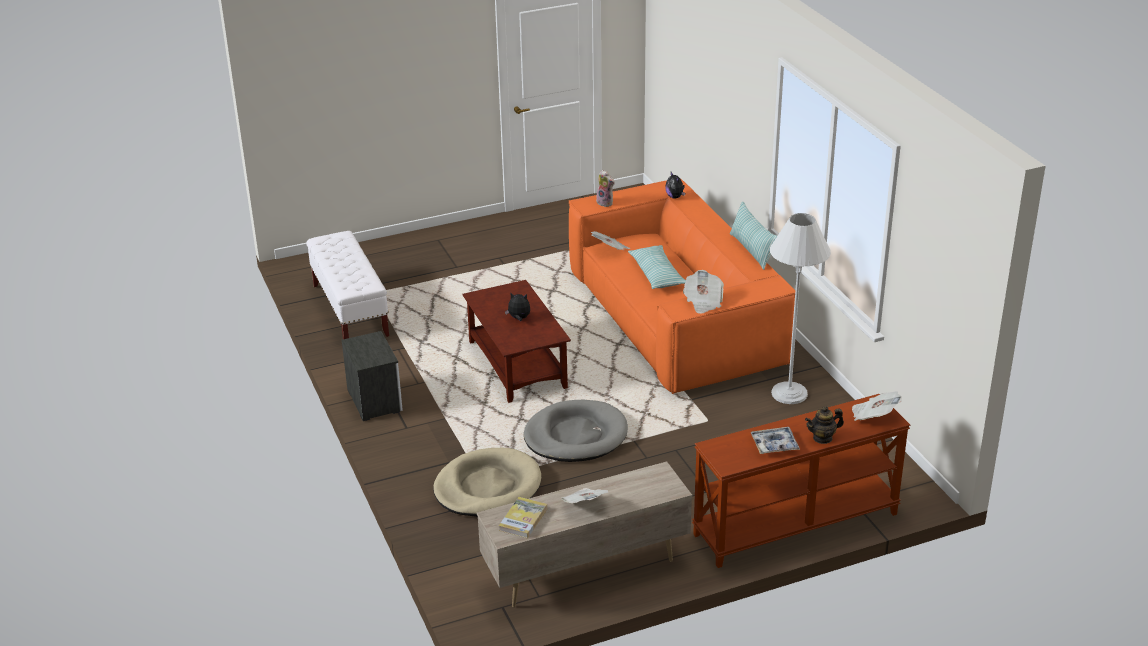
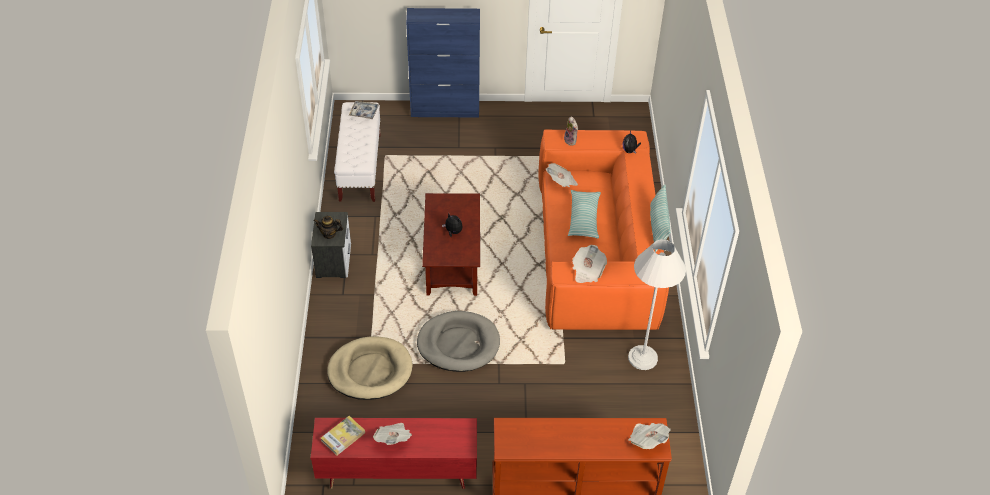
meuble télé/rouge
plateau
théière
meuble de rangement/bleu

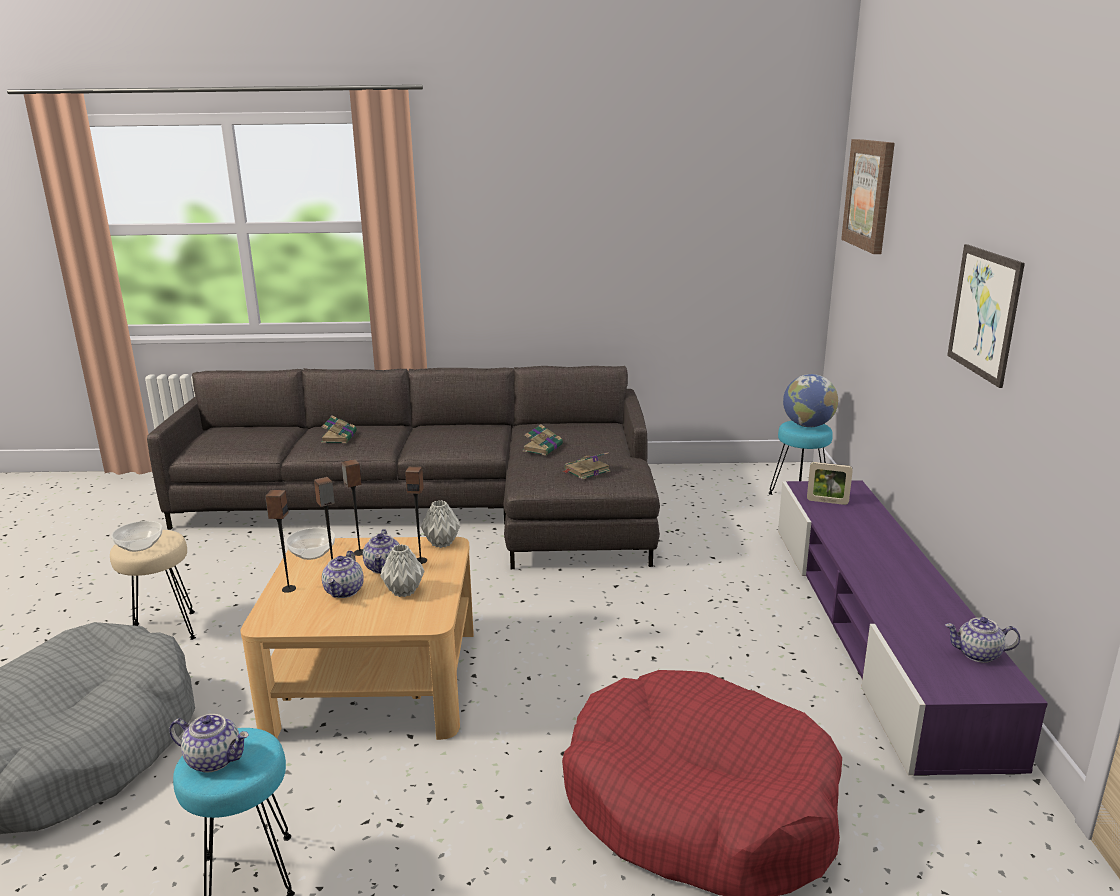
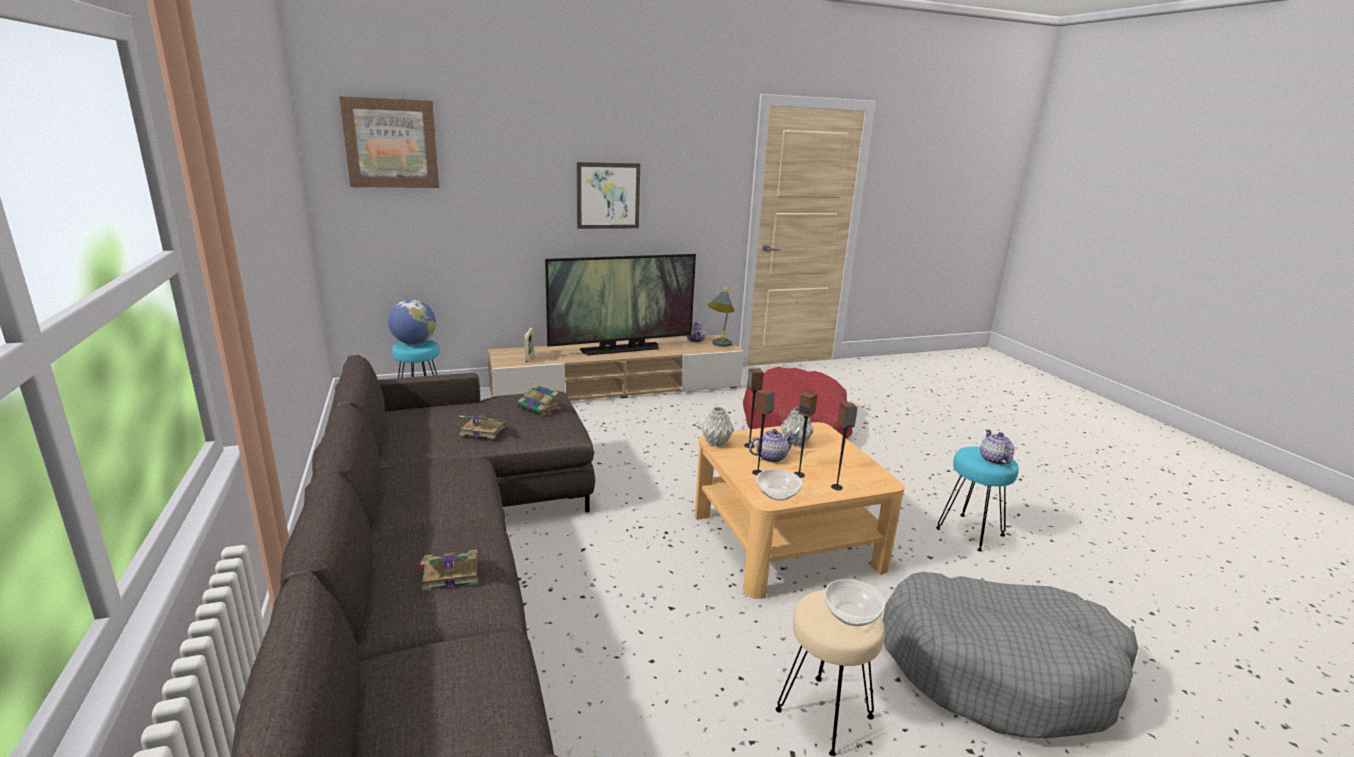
théière (no. 2 from left in the first image)
meuble télé/beige
téléviseur
lampe de table/gris

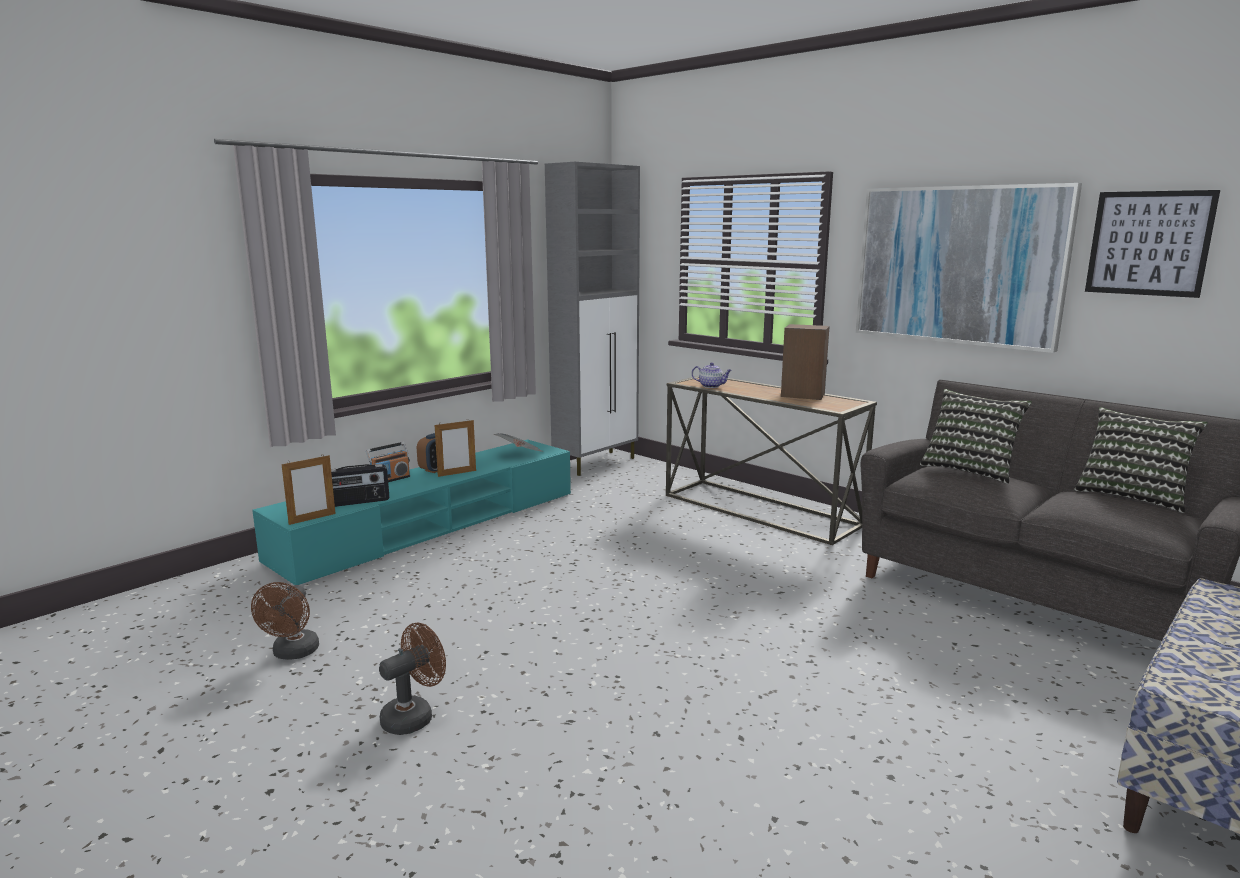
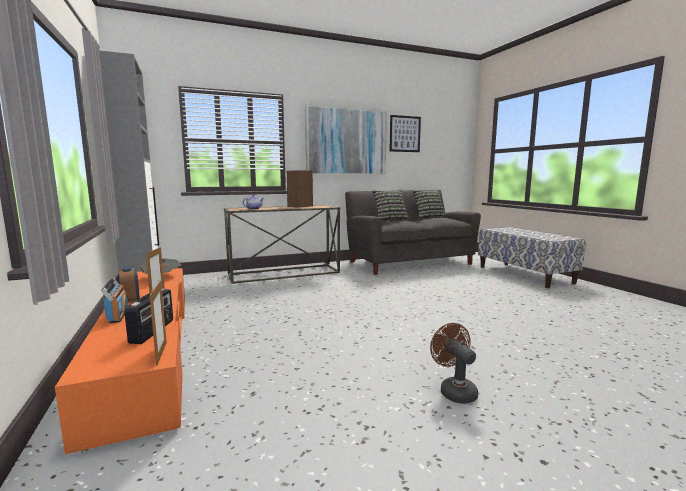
ventilateur/marron (no. 1 from left in the first image)
meuble télé/orange

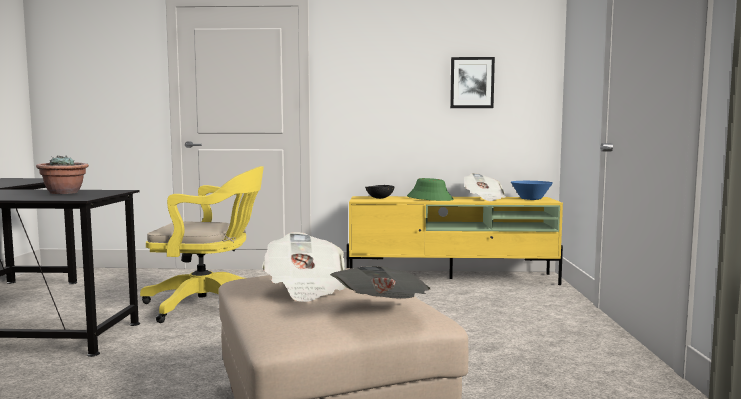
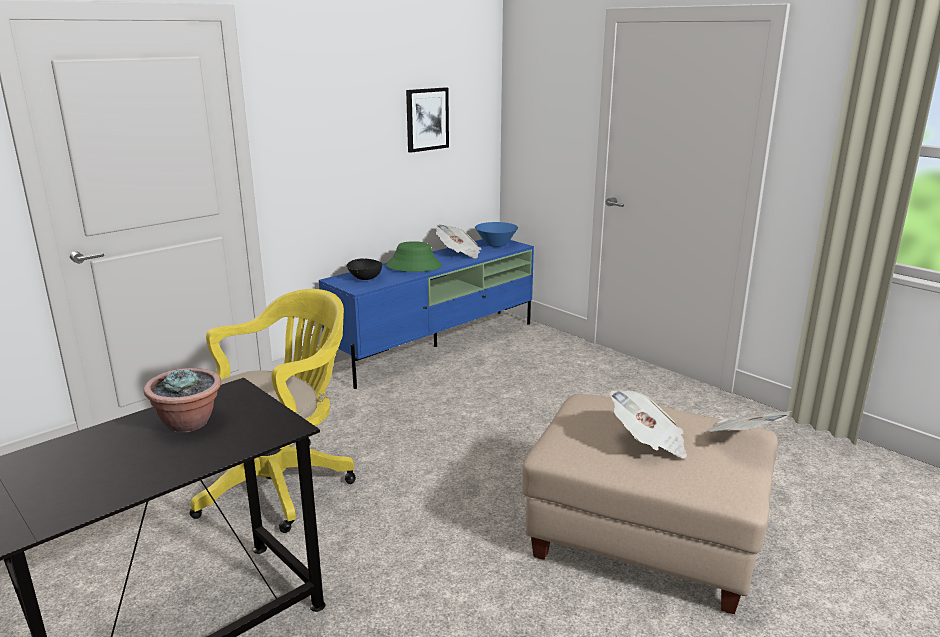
meuble télé/bleu

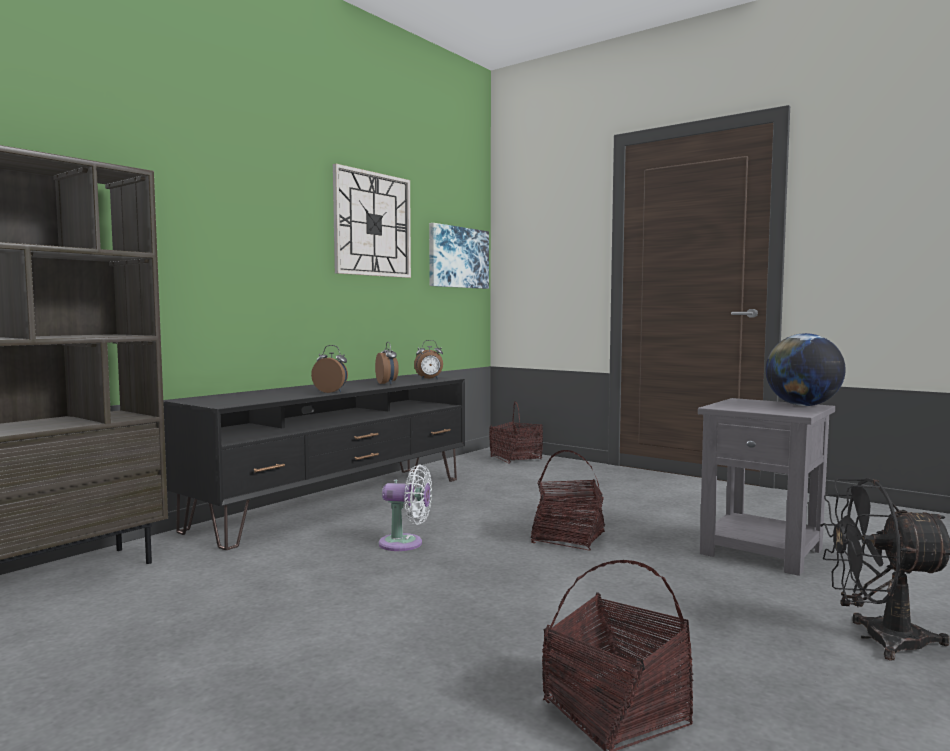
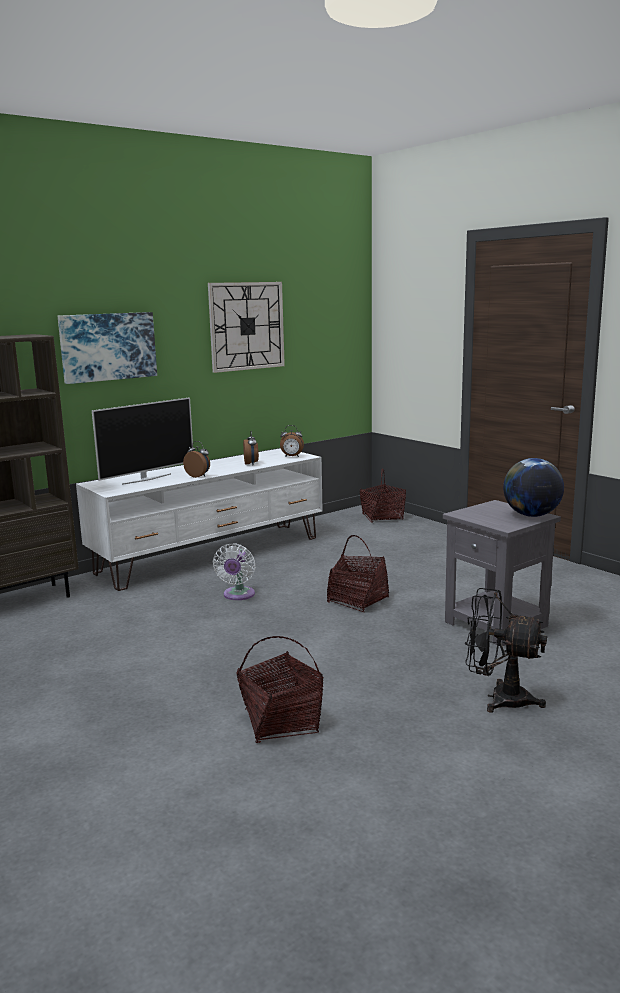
meuble télé/blanc
ventilateur/blanc
tableau
téléviseur

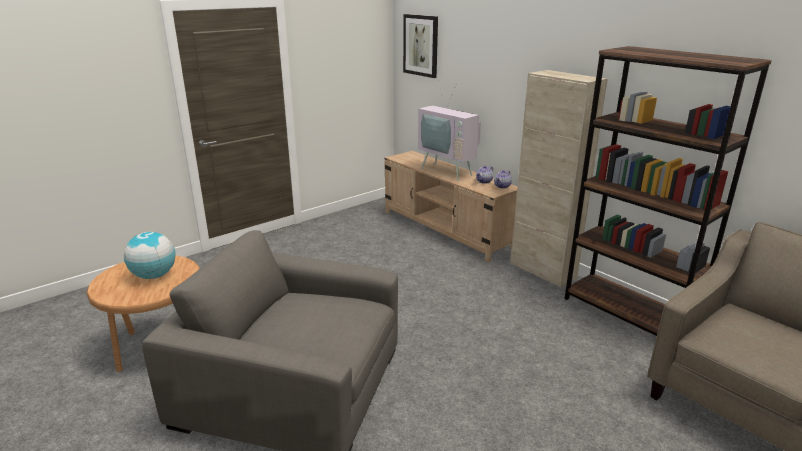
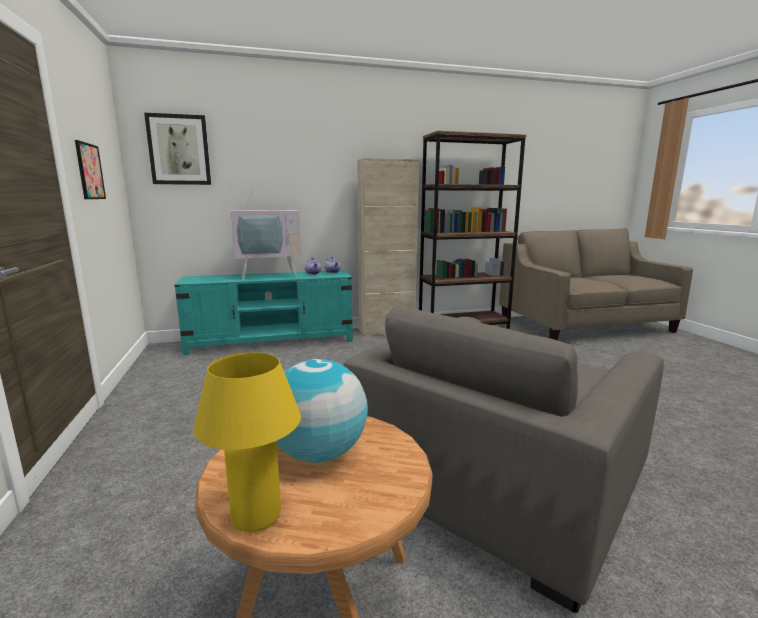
meuble télé/turquoise
tableau (no. 1 from left)
lampe de table/jaune

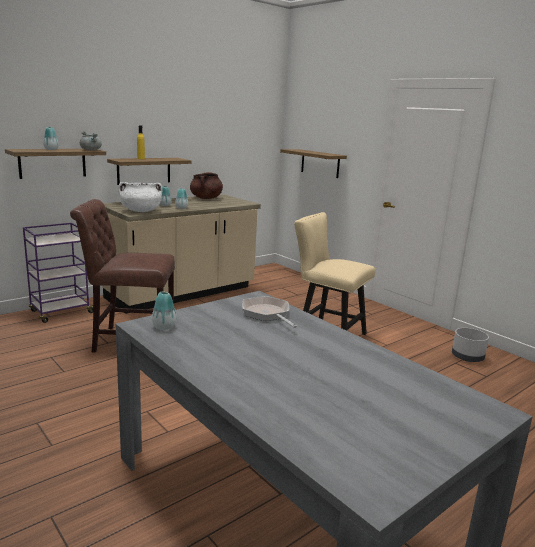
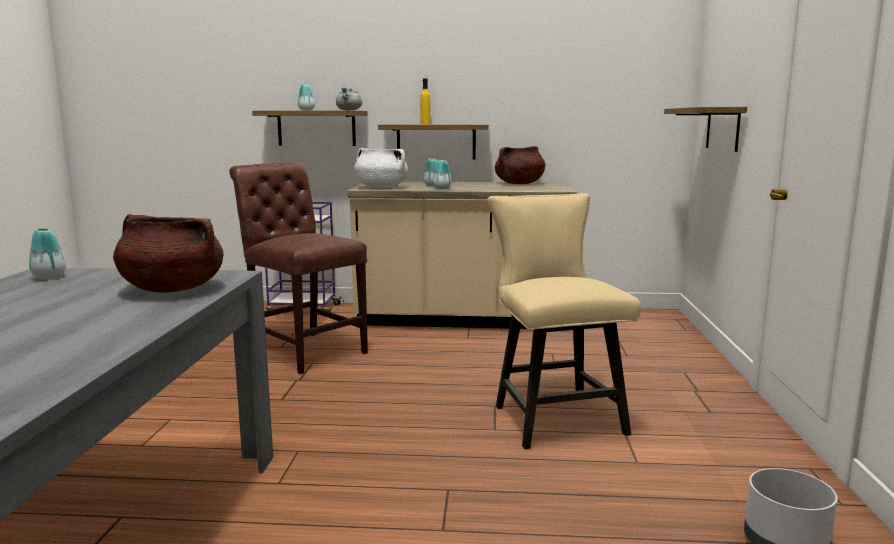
marmite/marron (no. 1 from left)

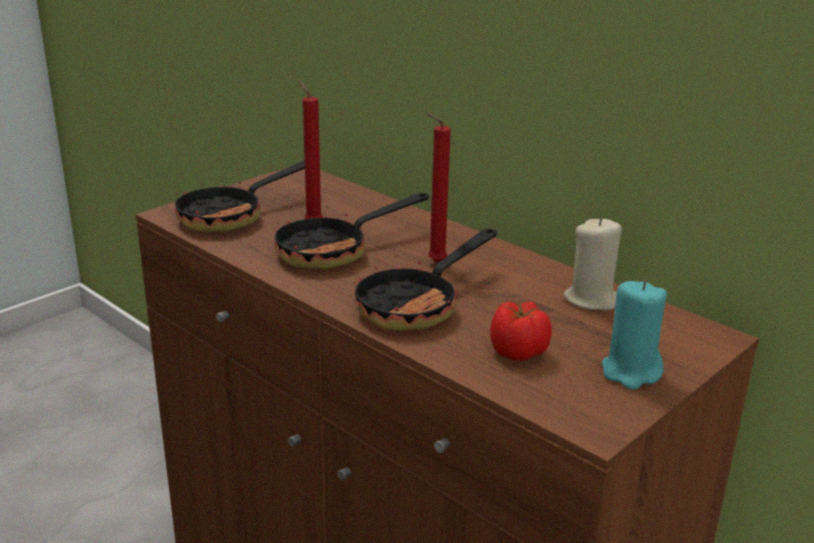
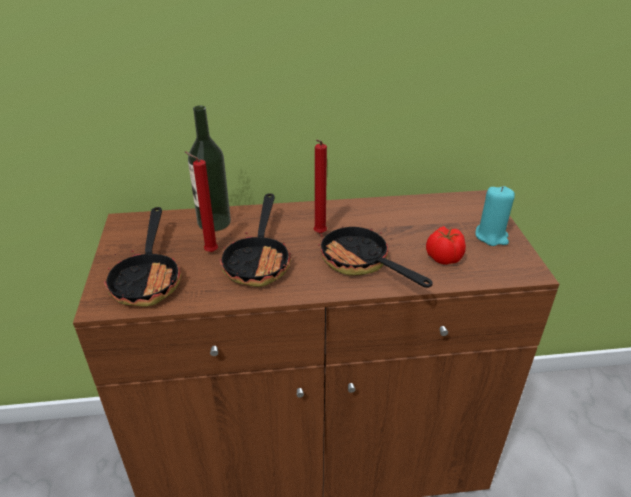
poêle (no. 3 from left)
bougie/beige
bouteille

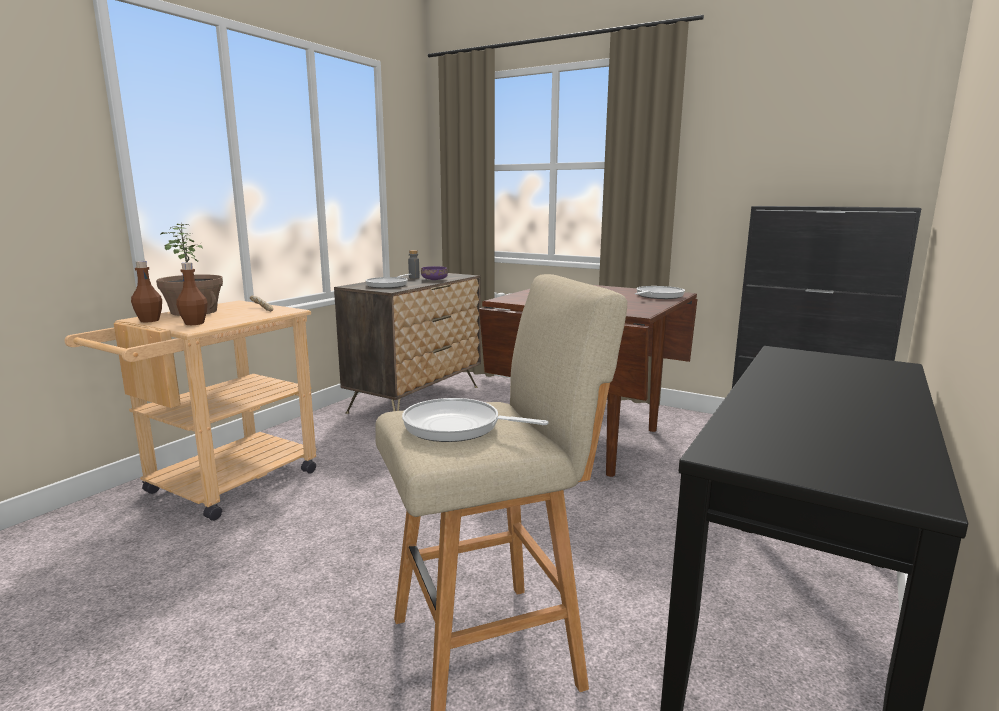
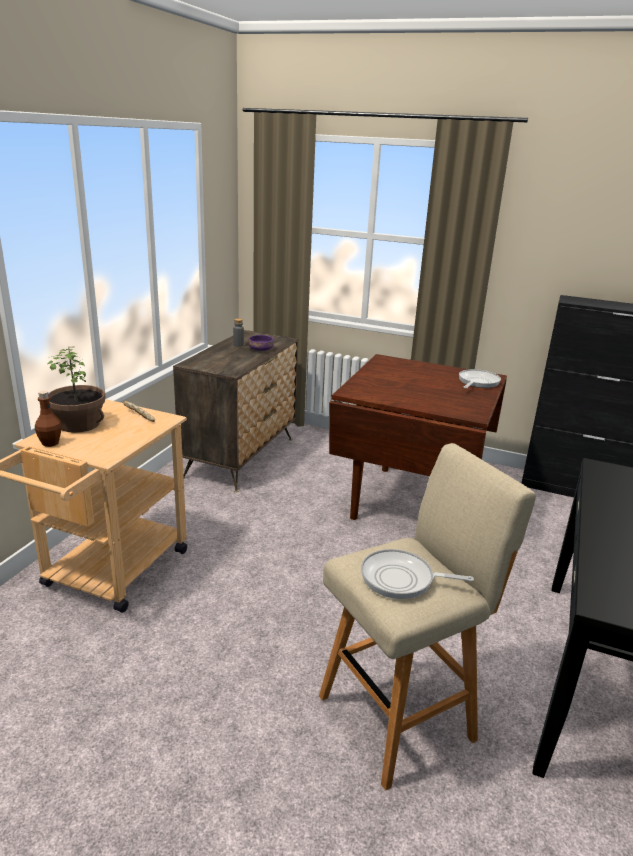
bouteille/marron (no. 2 from left in the first image)
poêle (no. 1 from left in the first image)

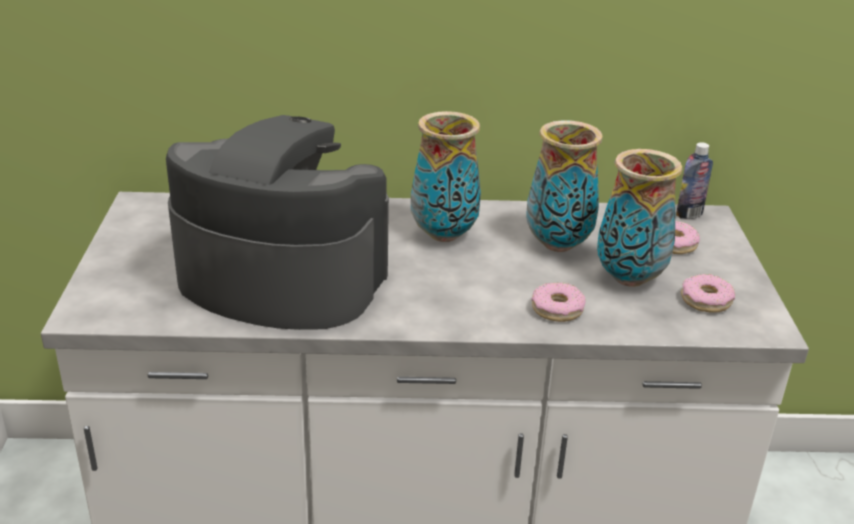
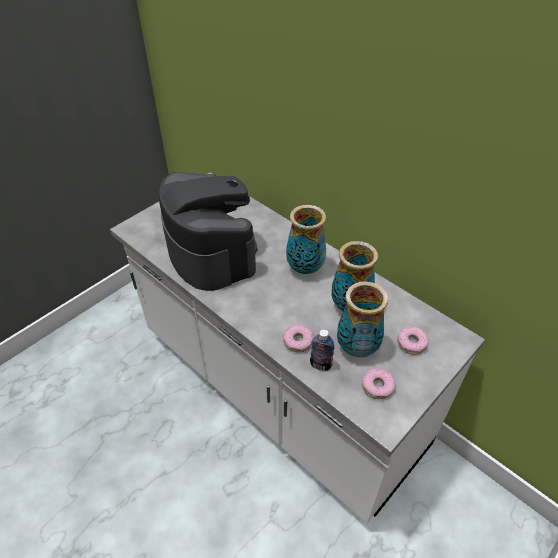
bouteille

